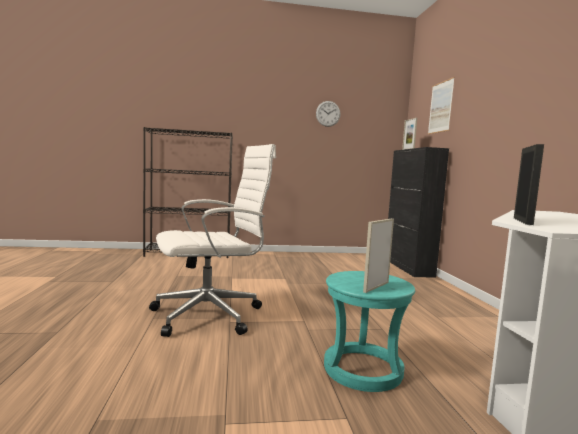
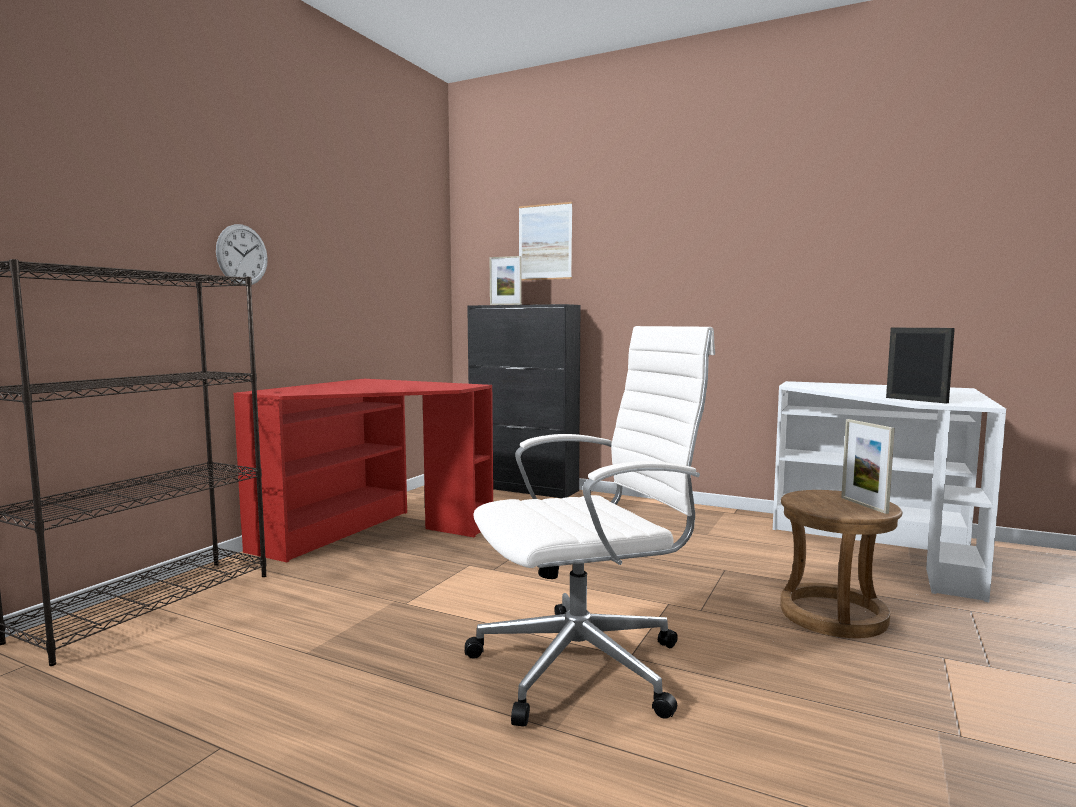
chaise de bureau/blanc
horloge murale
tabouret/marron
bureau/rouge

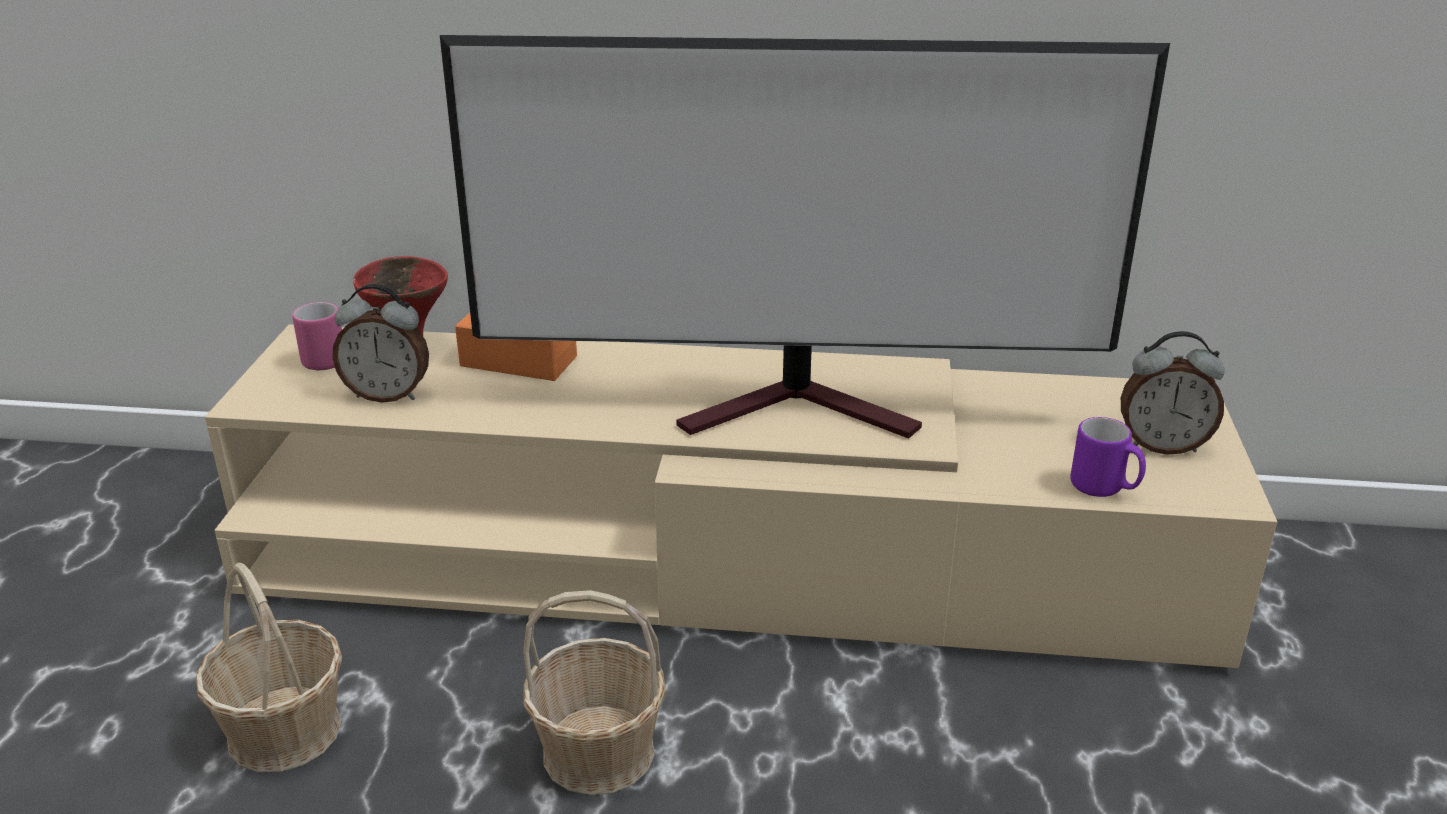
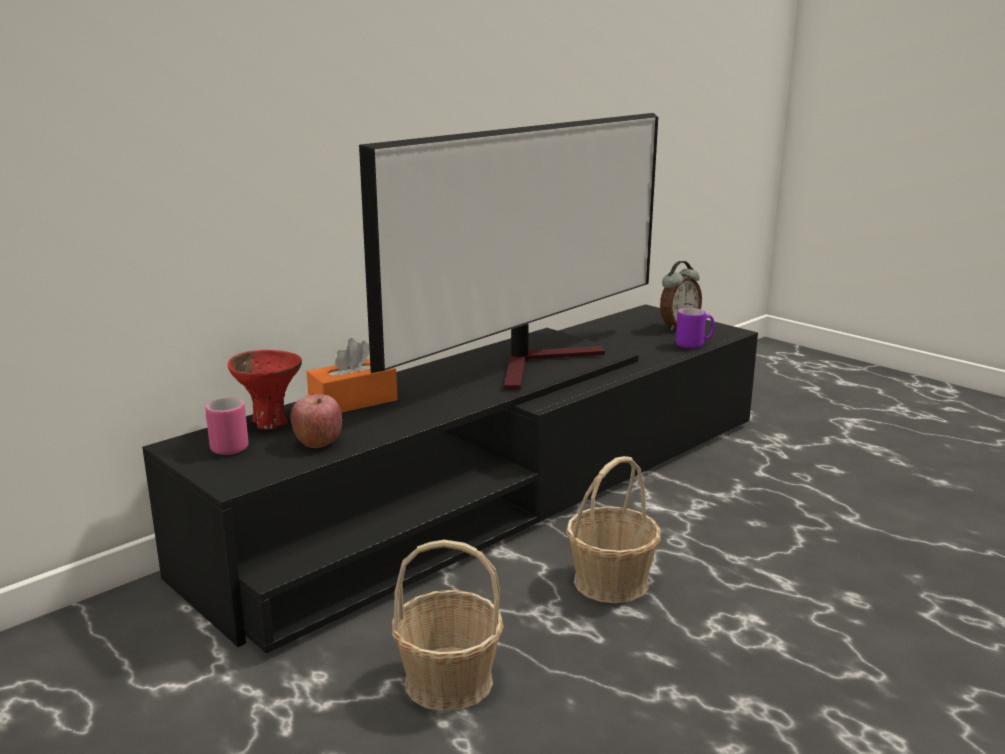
meuble télé/noir
pomme

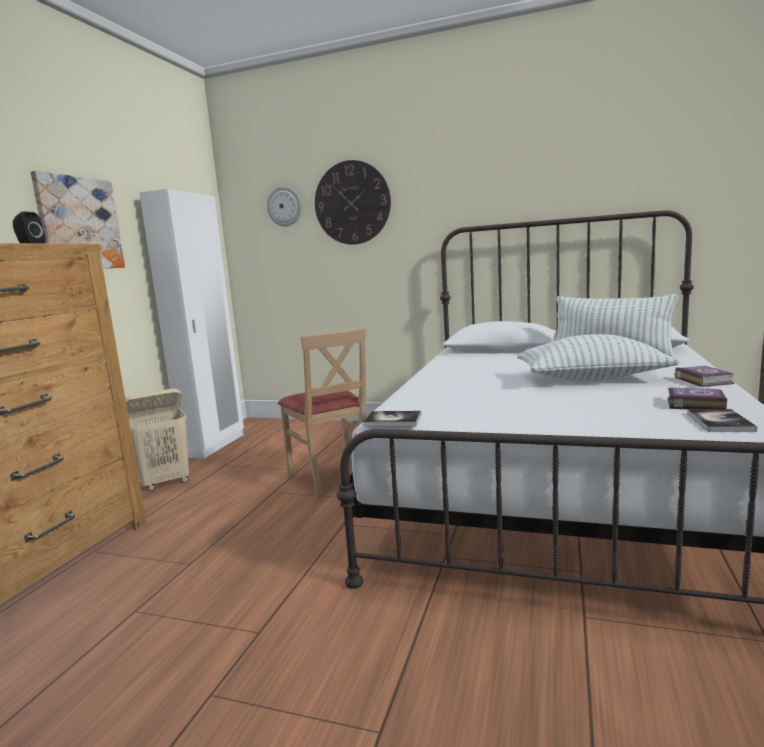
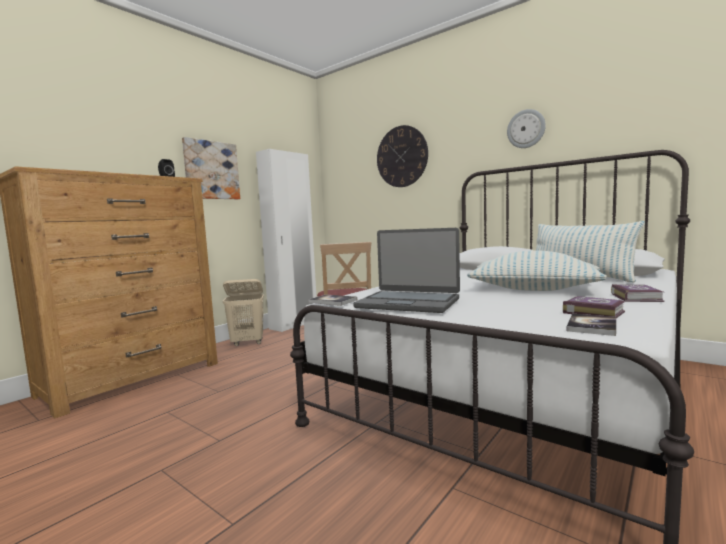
horloge murale (no. 2 from left)
ordinateur portable

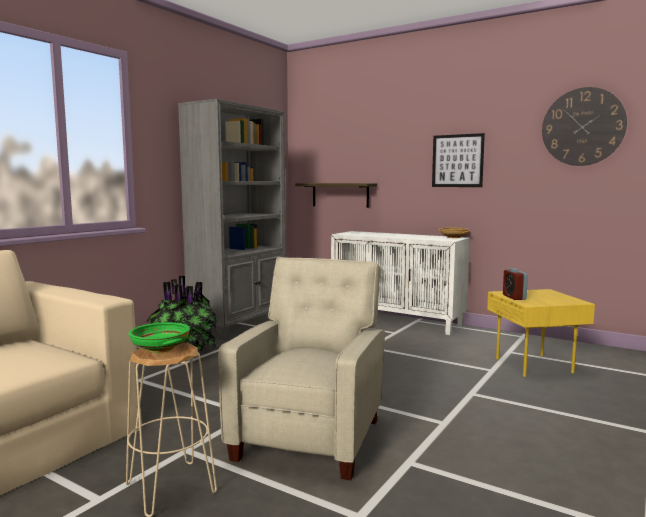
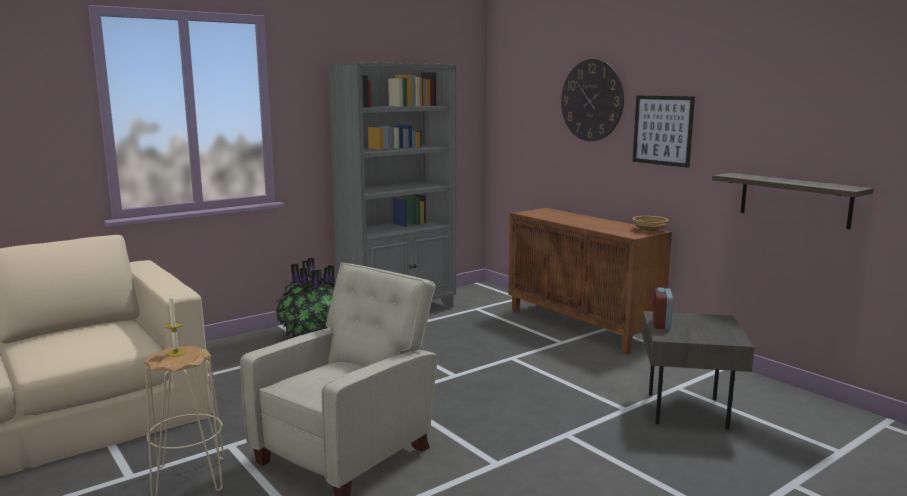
bougie
étagère
meuble de rangement/marron
table d'appoint/gris
horloge murale

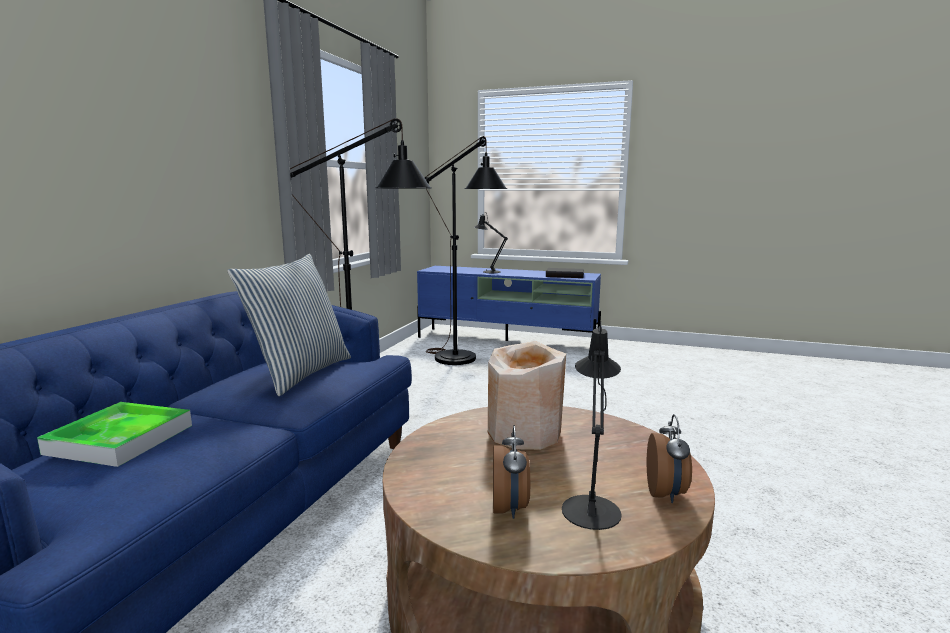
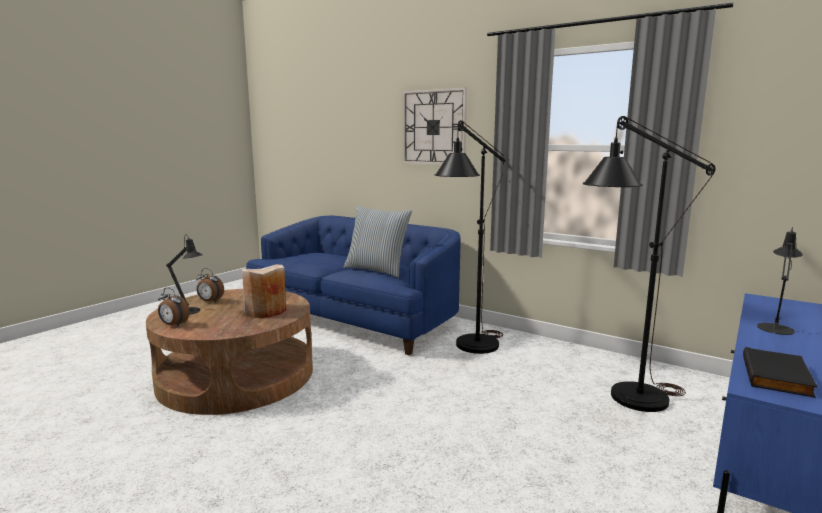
plateau
horloge murale

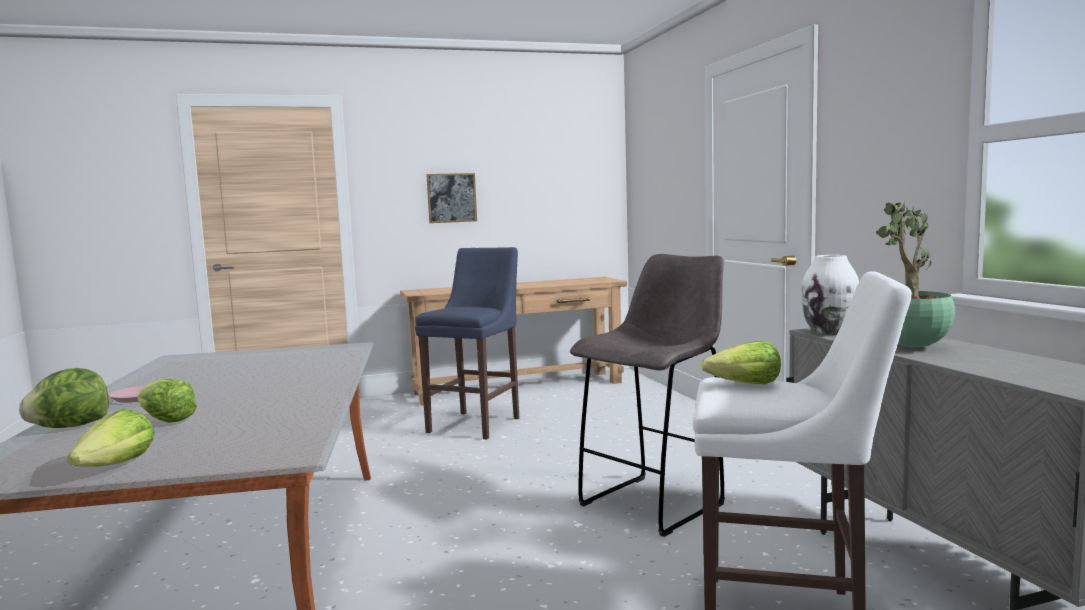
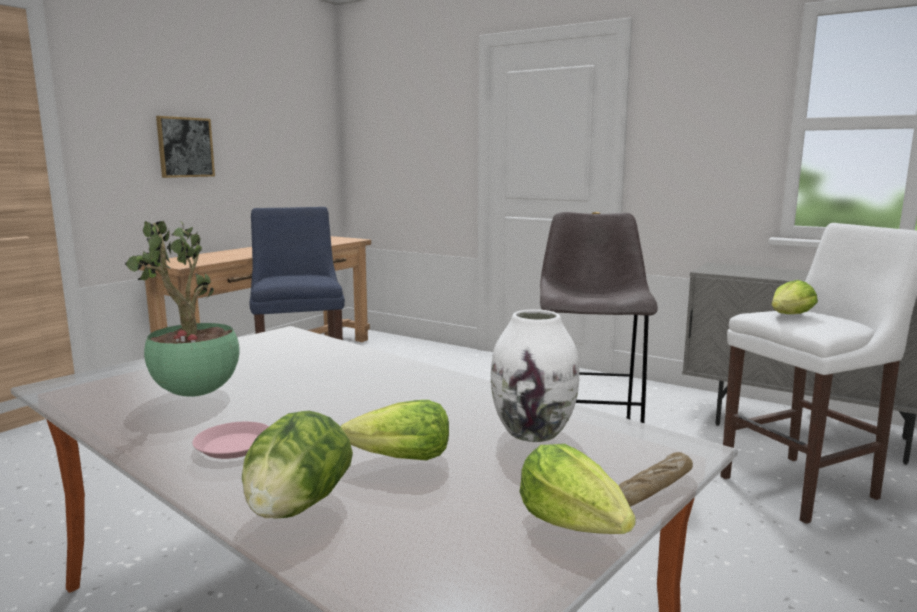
vase/blanc
plante en pot
pain

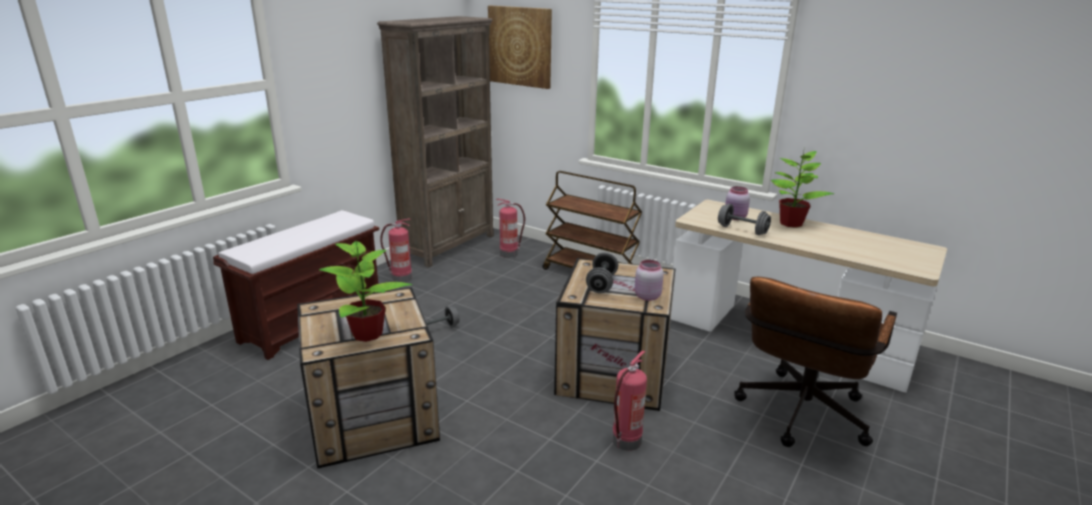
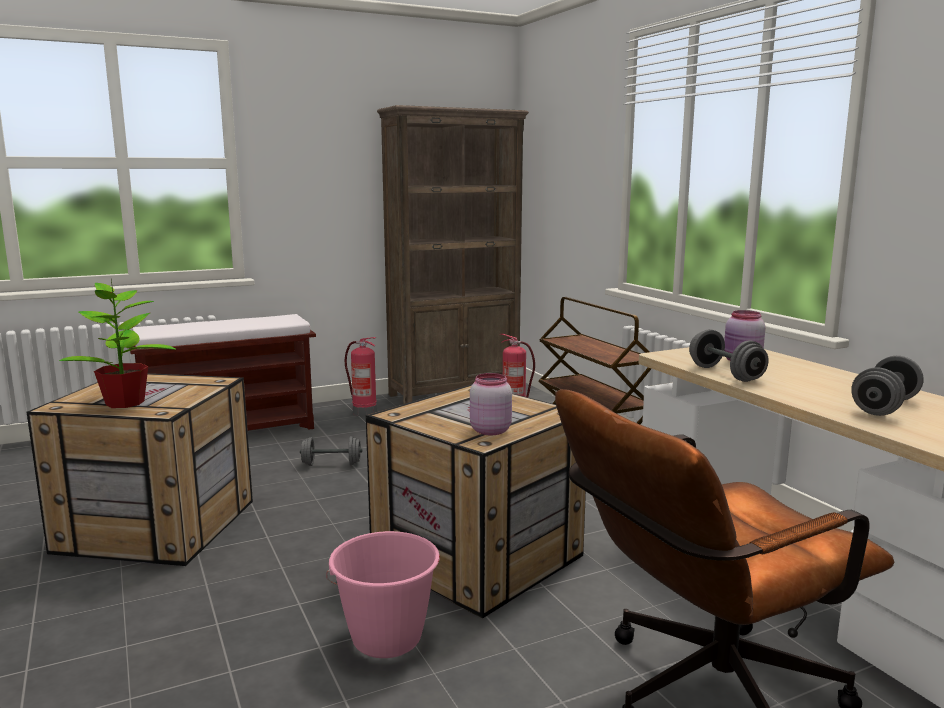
tableau
haltère/gris (no. 3 from left)
seau/rose
plante en pot (no. 2 from left in the first image)

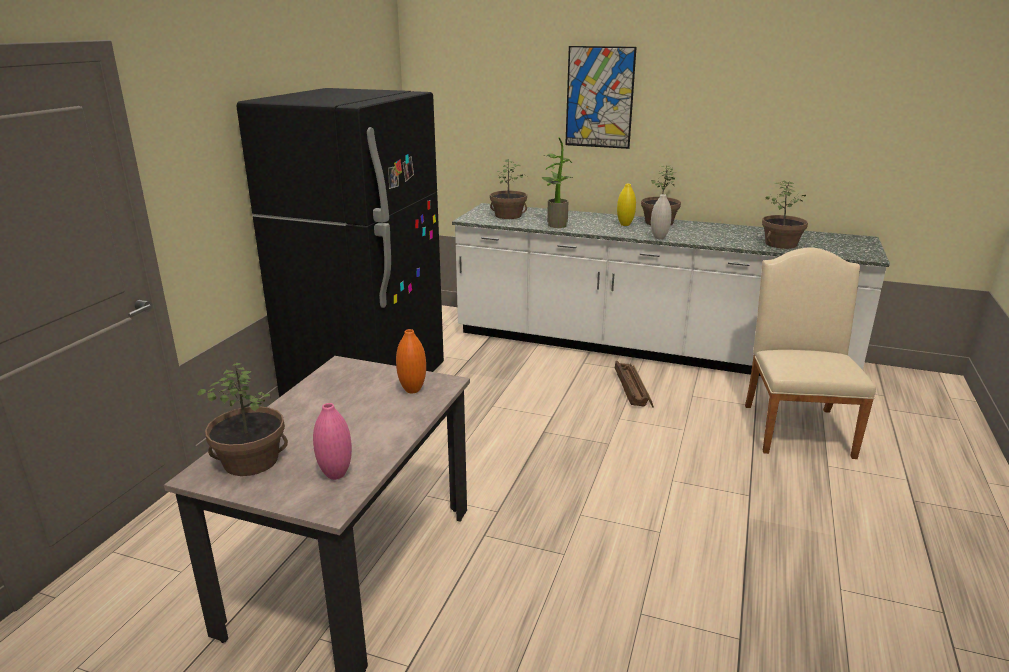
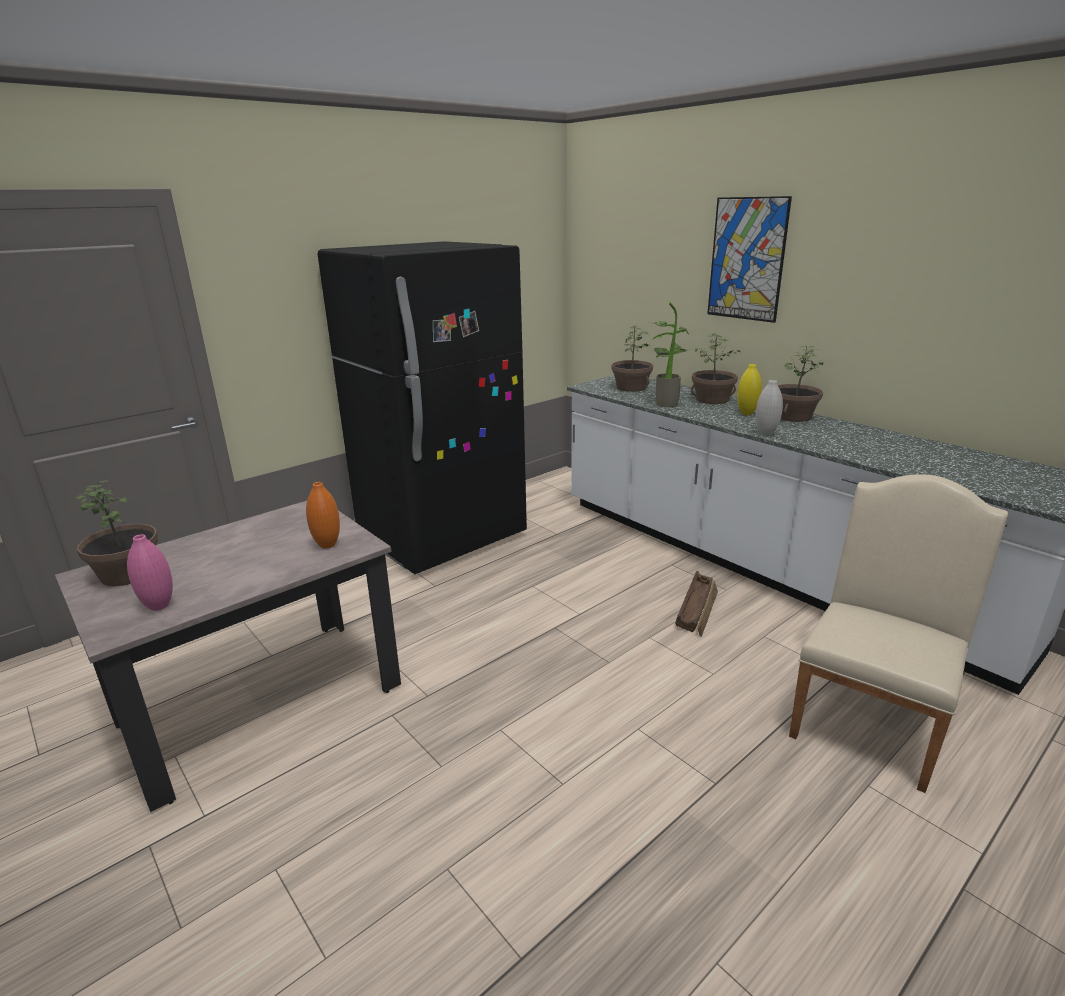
plante en pot (no. 4 from left)

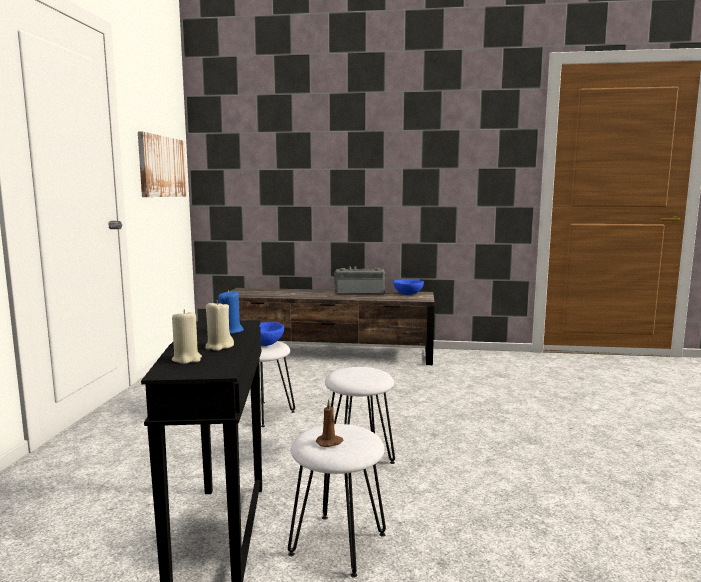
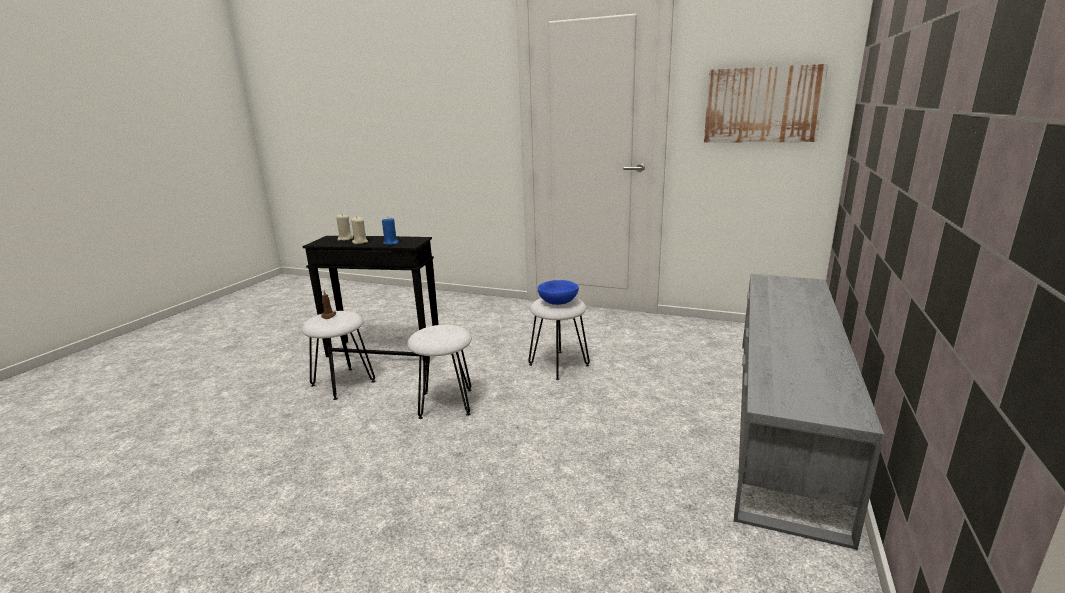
meuble télé/gris
radio
bol/bleu (no. 2 from left in the first image)

